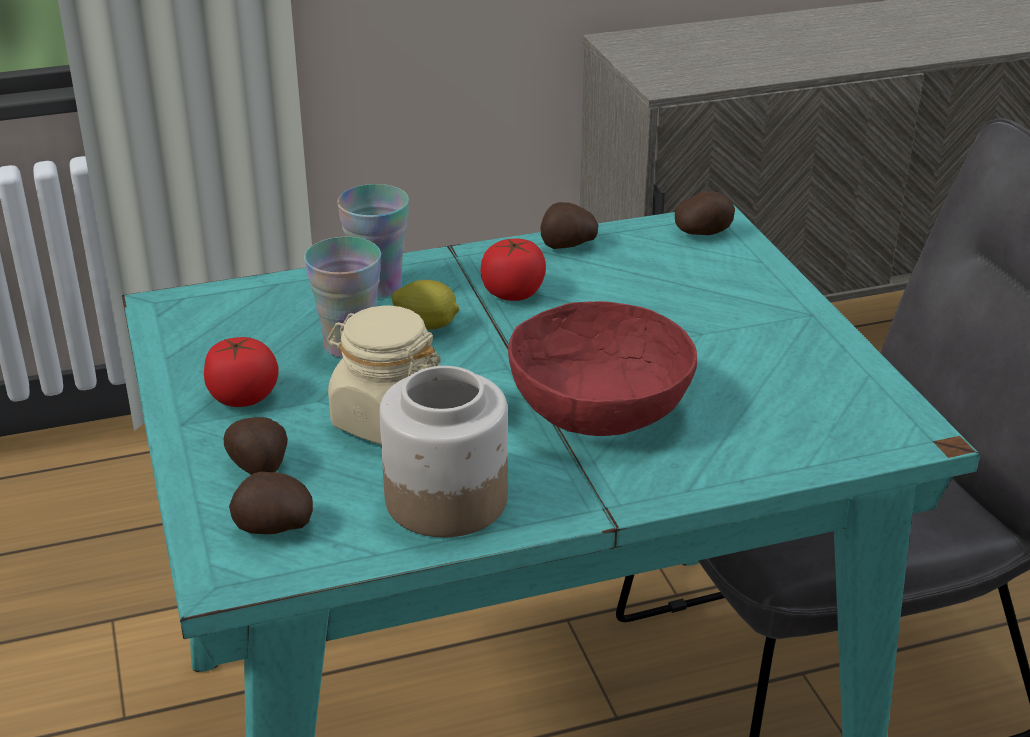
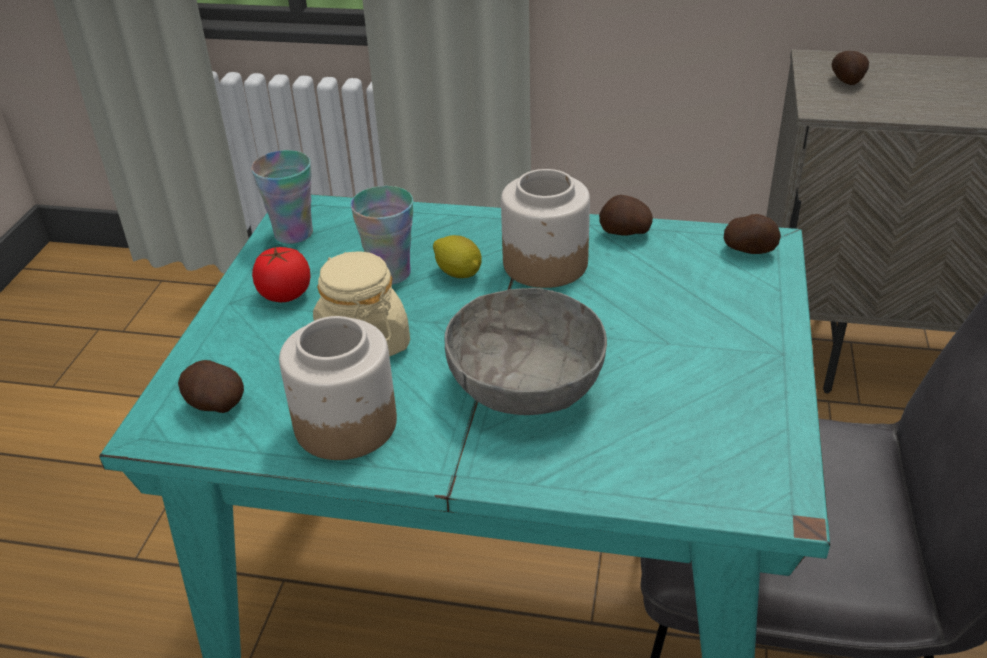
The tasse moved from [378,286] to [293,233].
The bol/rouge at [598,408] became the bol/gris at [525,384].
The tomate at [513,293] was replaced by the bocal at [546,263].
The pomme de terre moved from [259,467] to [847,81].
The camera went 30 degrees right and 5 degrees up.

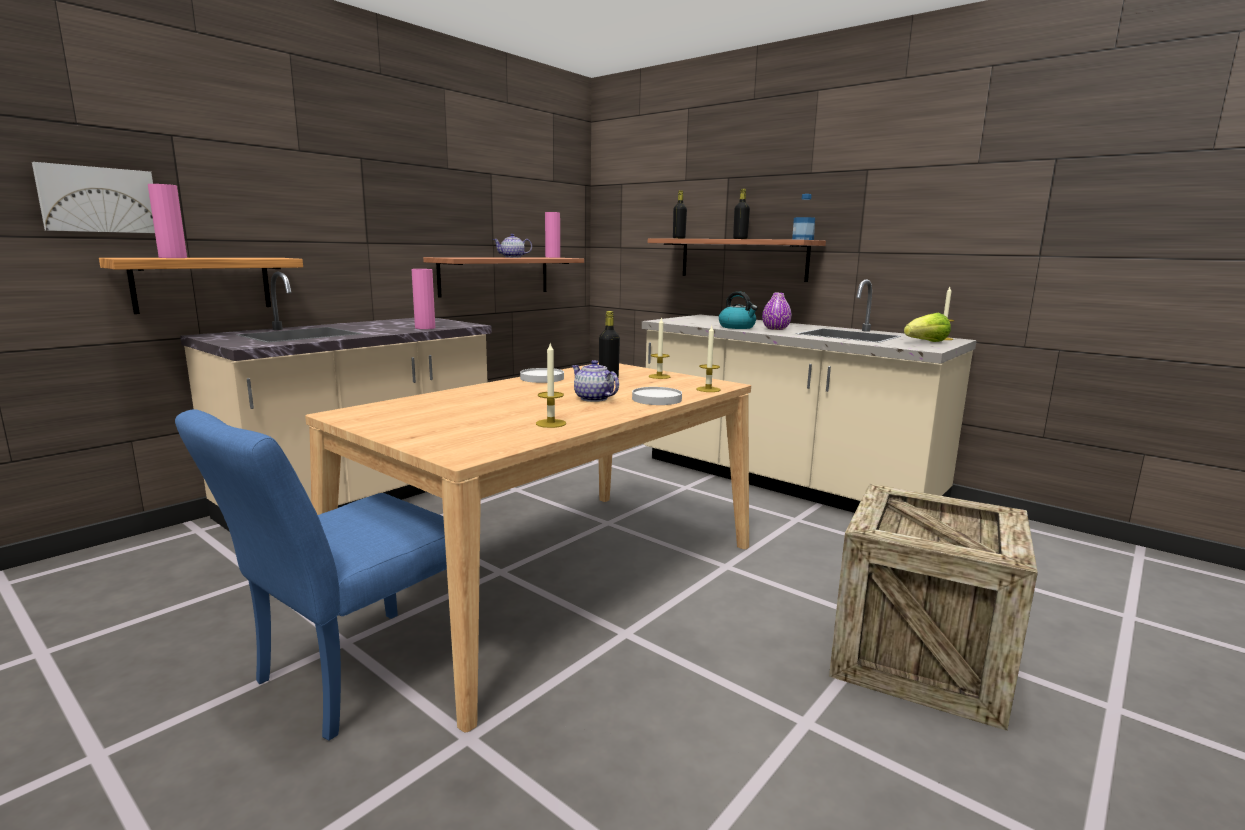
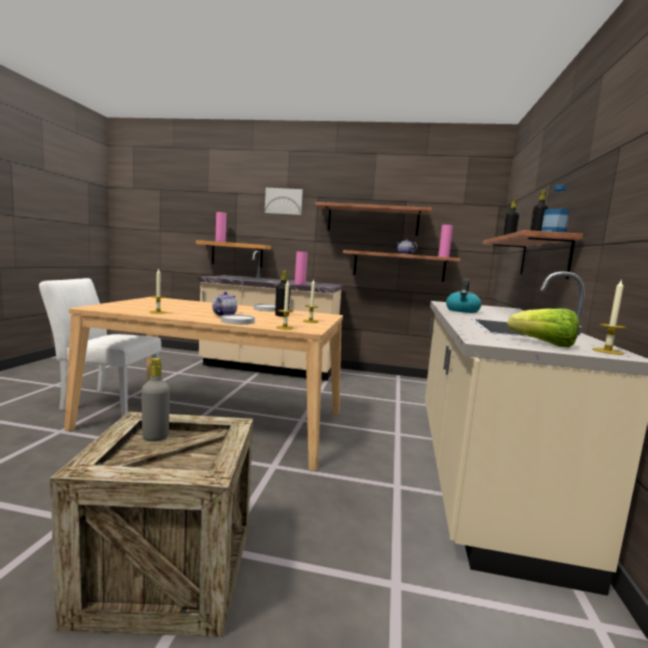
The chaise/bleu at [350,676] became the chaise/blanc at [105,402].
The bouteille/gris at [155,437] appeared.
The tableau moved from [98,200] to [283,201].
The étagère at [373,220] appeared.
The vase/violet at [775,329] disappeared.
The camera went 60 degrees right and 5 degrees down.

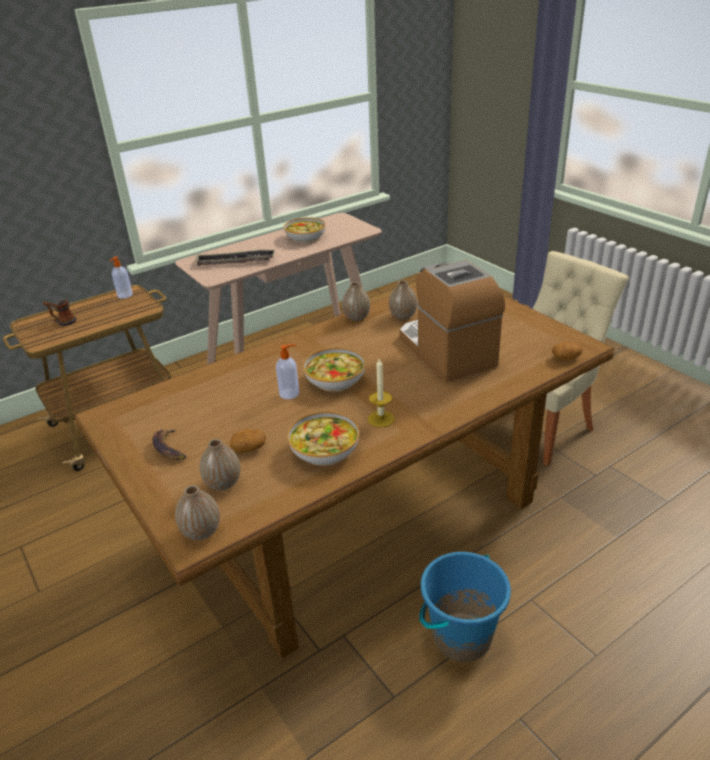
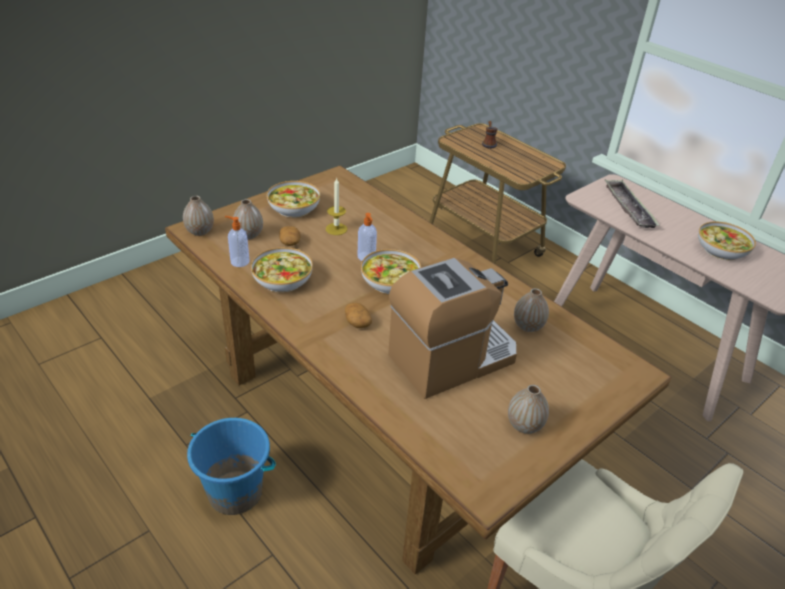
The distributeur de savon moved from [124,295] to [239,261].
The banane at [169,448] was replaced by the bol at [294,208].
The bougie moved from [381,419] to [336,229].
The pomme de terre moved from [565,358] to [357,322].
The vase moved from [356,317] to [524,425].
The camera went 80 degrees right and 5 degrees up.

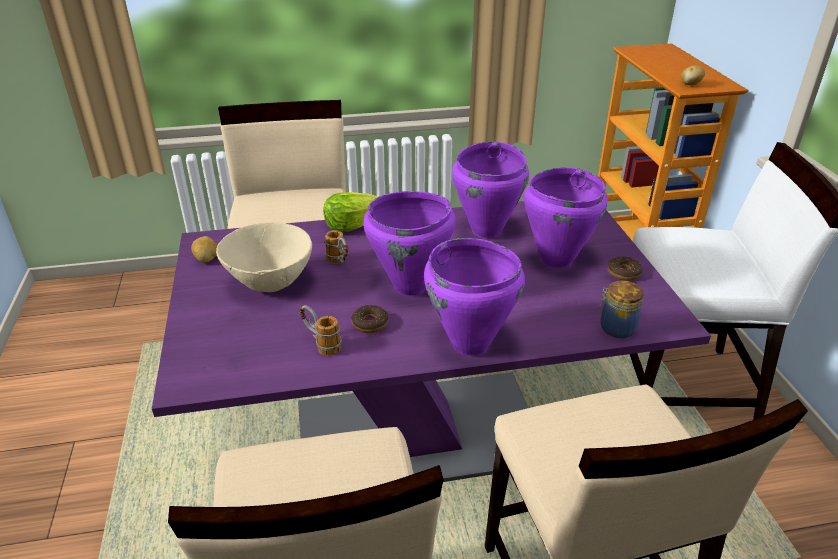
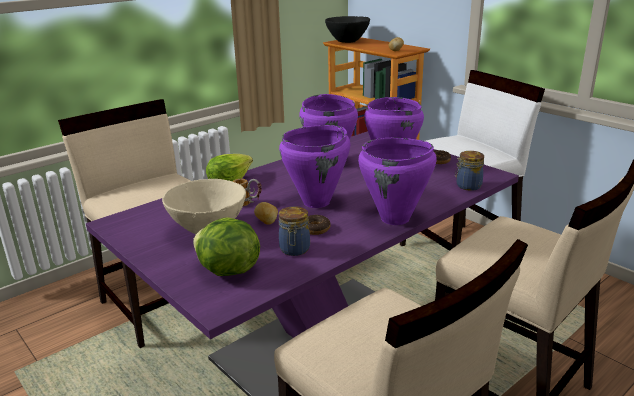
The laitue at [227,271] appeared.
The pomme de terre moved from [207,259] to [267,222].
The mug at [320,343] was replaced by the bocal at [294,250].
The bol/noir at [347,42] appeared.
The camera went 30 degrees left and 10 degrees down.

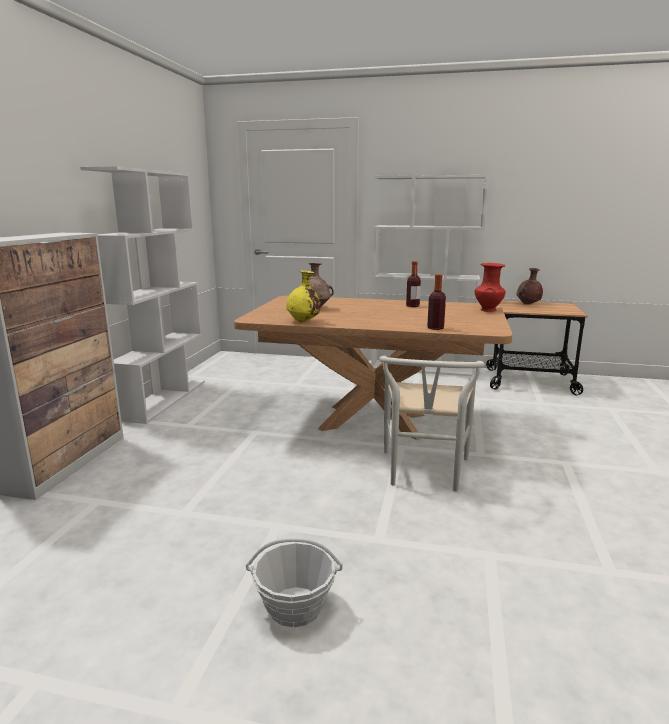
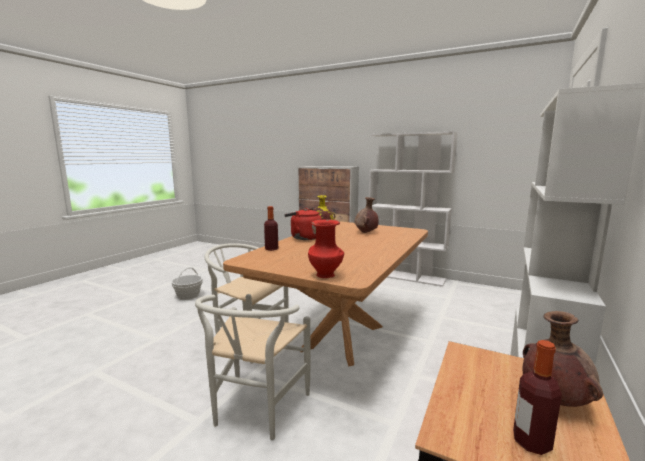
The chaise/blanc at [255,412] appeared.
The bouilloire/rouge at [304,237] appeared.
The bouteille moved from [412,306] to [531,442].
The camera went 105 degrees right and 5 degrees down.

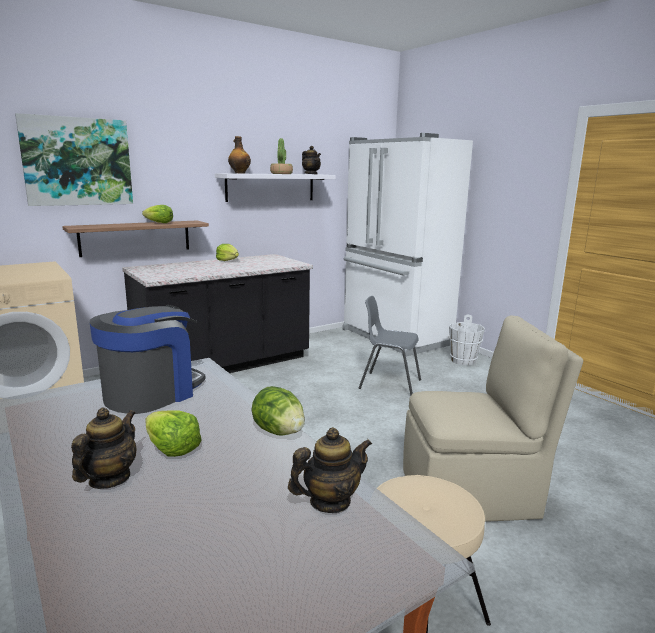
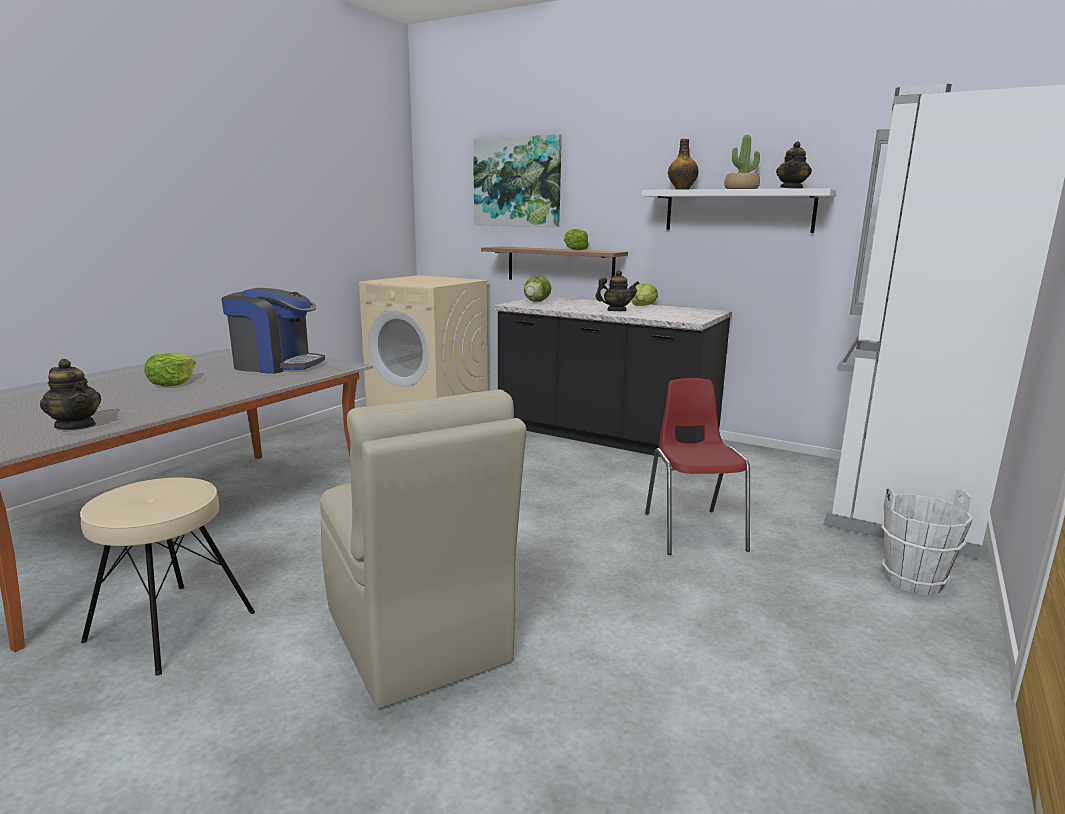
The laitue moved from [279,431] to [536,301].
The théière moved from [109,479] to [616,311].
The chaise/gris at [389,384] became the chaise/rouge at [693,531].
The camera went 65 degrees right and 0 degrees up.

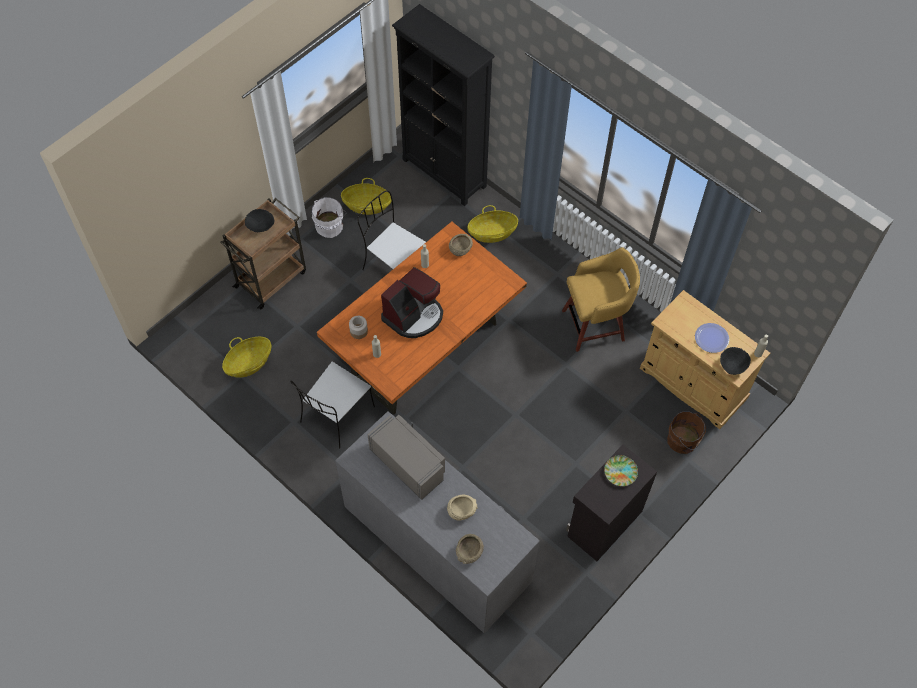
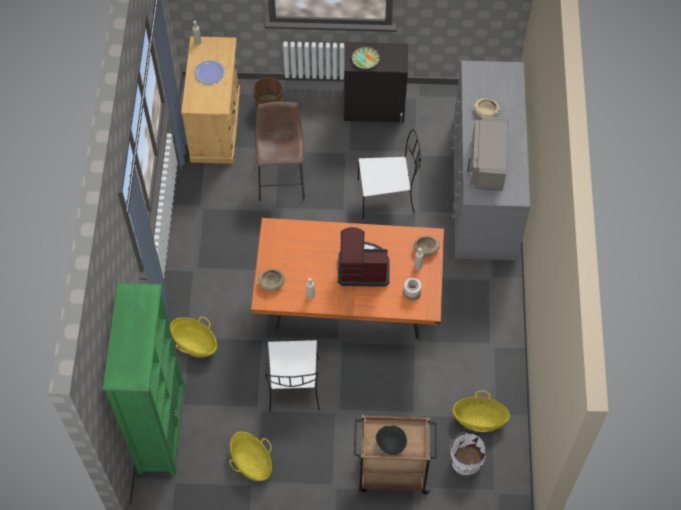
The bibliothèque/noir at [444,173] became the bibliothèque/vert at [162,428].
The tabouret/marron at [281,177] appeared.
The chaise/blanc moved from [336,416] to [387,196].
The bol/beige moved from [469,551] to [425,249].
The seau/blanc moved from [330,225] to [464,460].
The tabouret/jaune at [595,325] disappeared.
The bol/noir at [733,365] disappeared.
The camera went 130 degrees left and 0 degrees up.

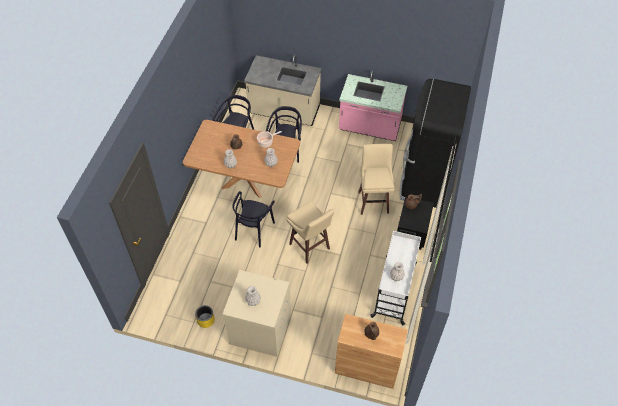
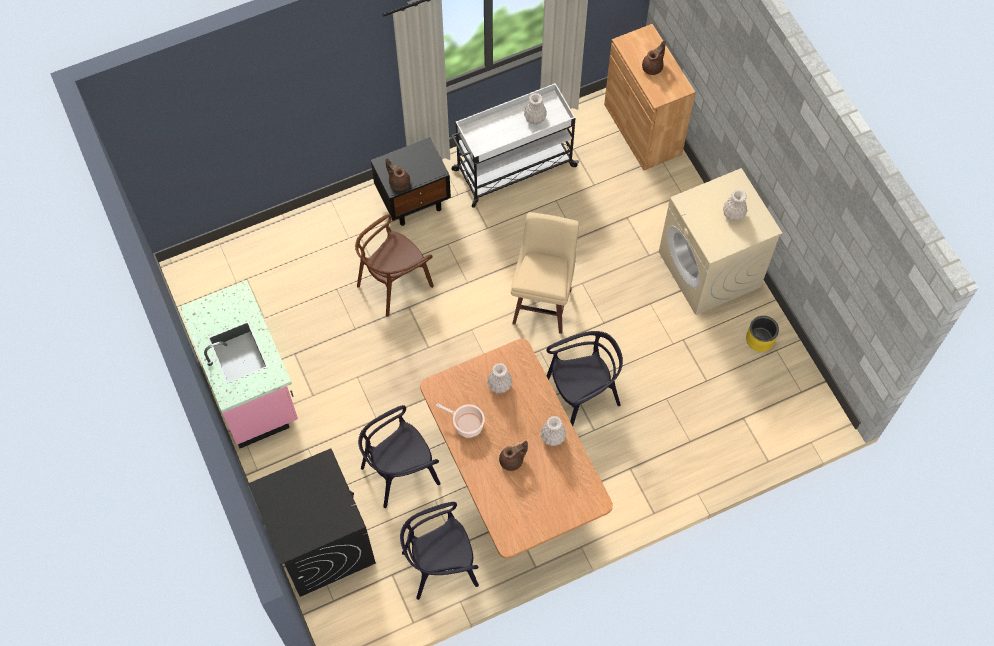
The comptoir de cuisine/beige at [284,112] was replaced by the lave-linge/noir at [321,541].
The tabouret/beige at [373,201] was replaced by the chaise/marron at [394,283].
The réfrigérateur/noir at [424,180] disappeared.
The camera went 130 degrees left and 10 degrees up.

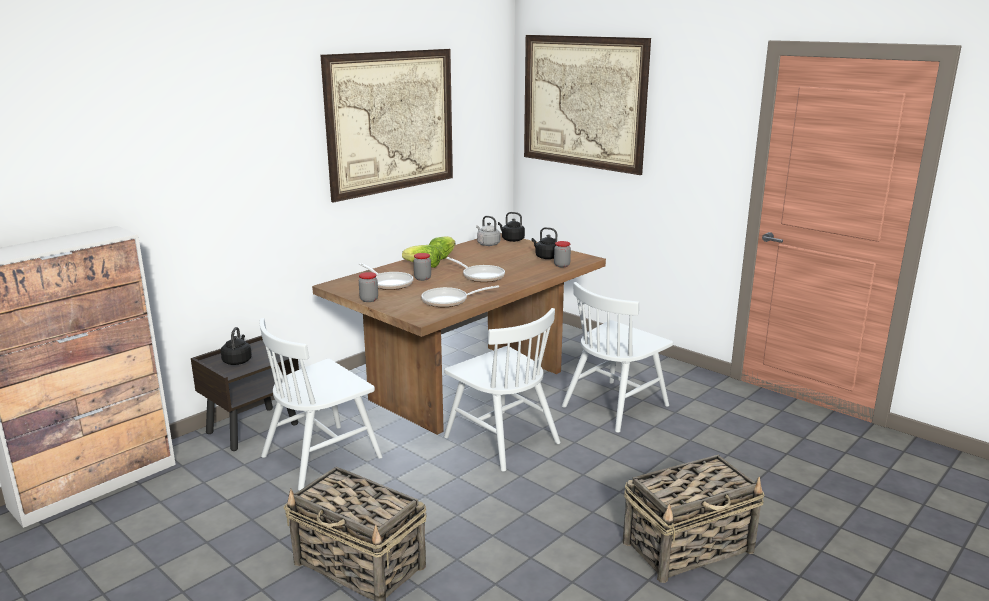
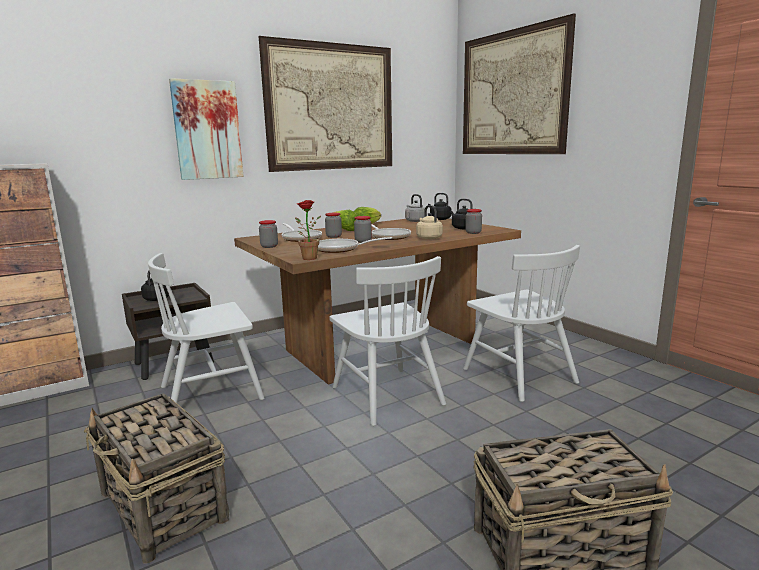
The tableau at [207,130] appeared.
The plante en pot at [307,258] appeared.
The bocal at [363,241] appeared.
The bouilloire/beige at [428,237] appeared.
The chaise/blanc at [615,406] turned 90 degrees counterclockwise.
The camera went 15 degrees right and 5 degrees down.

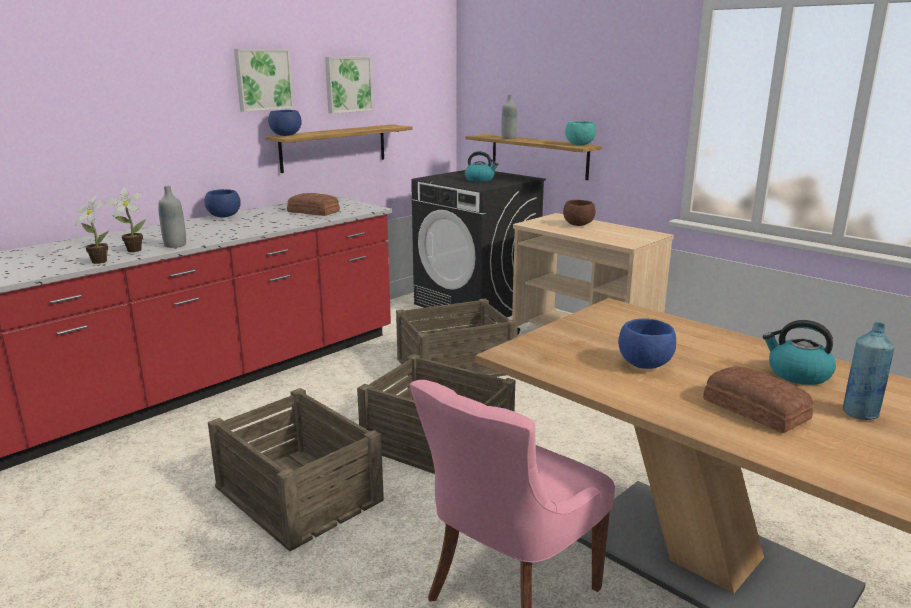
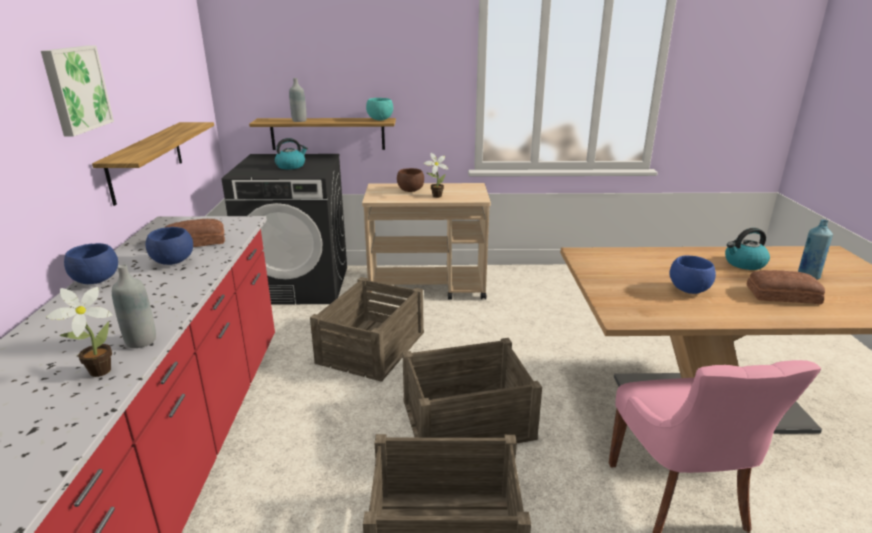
The bol/bleu moved from [285,135] to [172,262].
The plante en pot moved from [98,261] to [435,196].
The tableau at [348,84] disappeared.
The camera went 45 degrees left and 5 degrees up.

